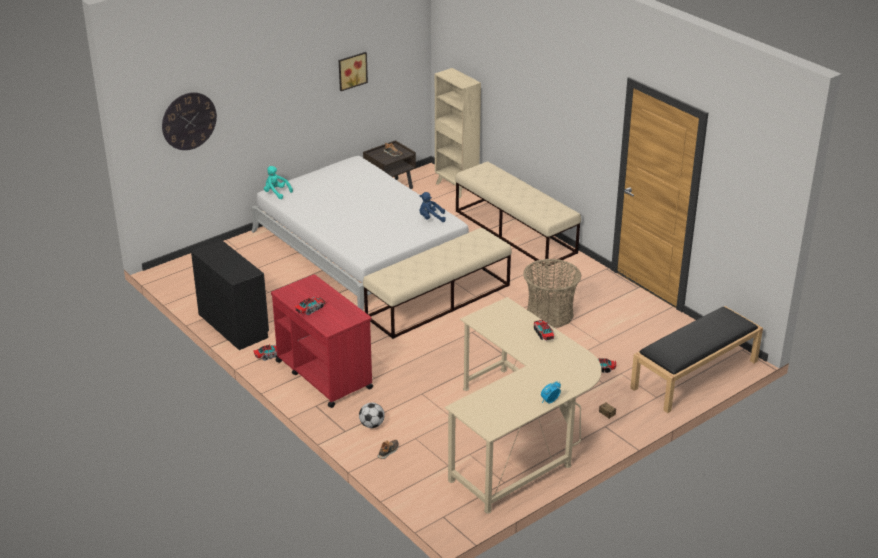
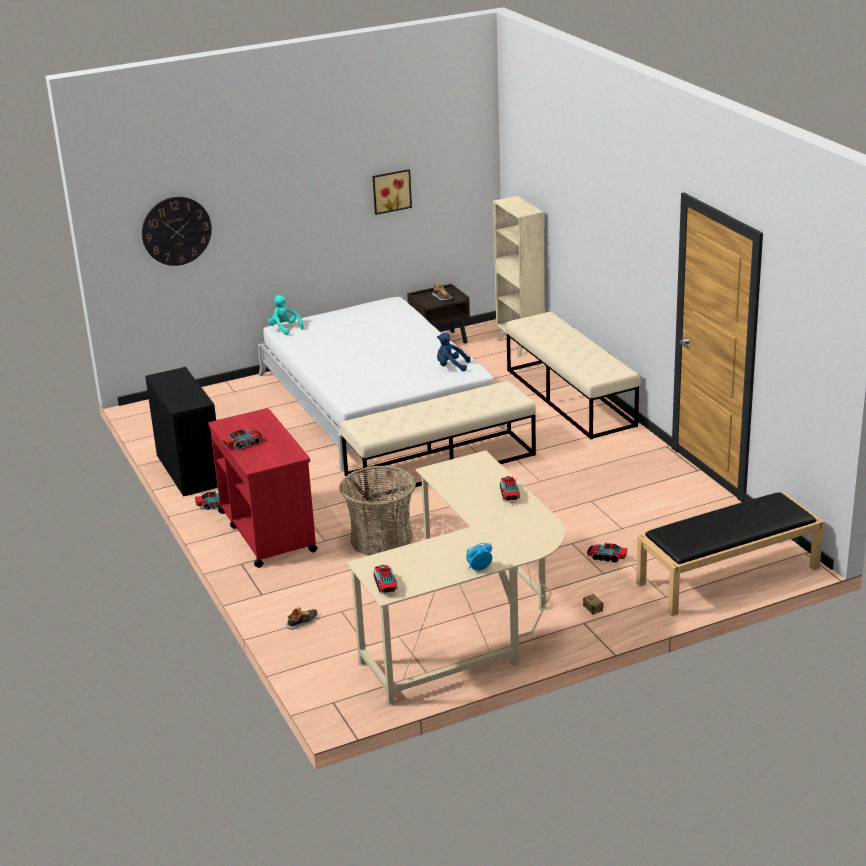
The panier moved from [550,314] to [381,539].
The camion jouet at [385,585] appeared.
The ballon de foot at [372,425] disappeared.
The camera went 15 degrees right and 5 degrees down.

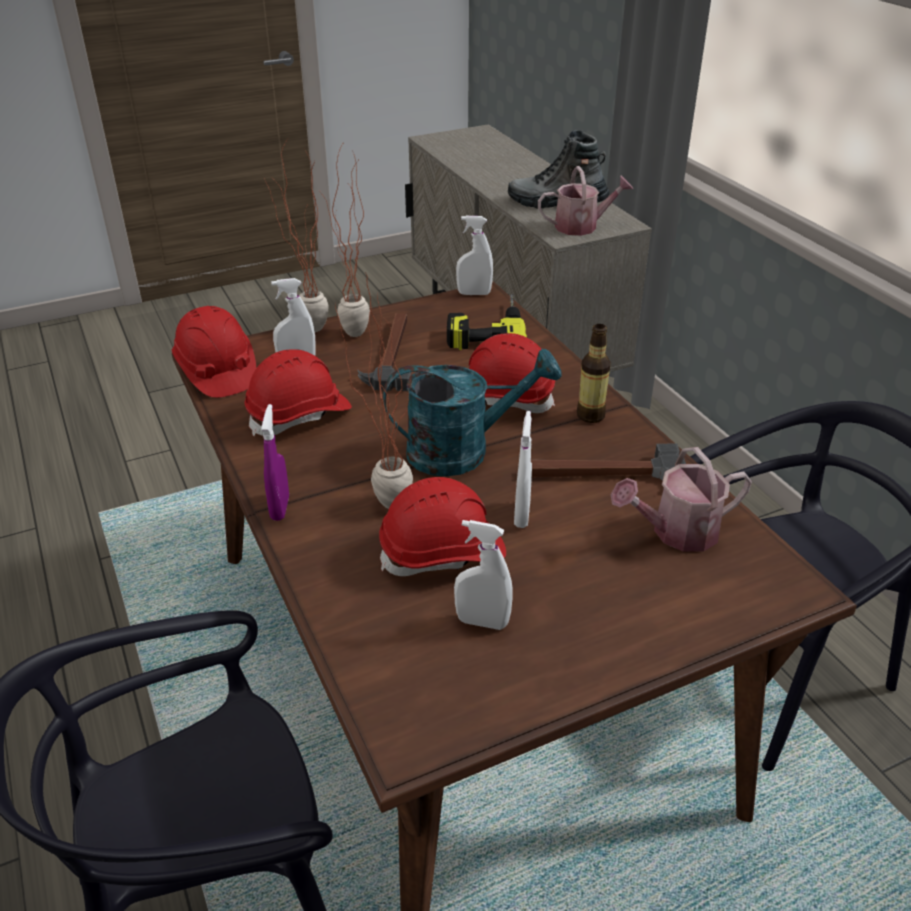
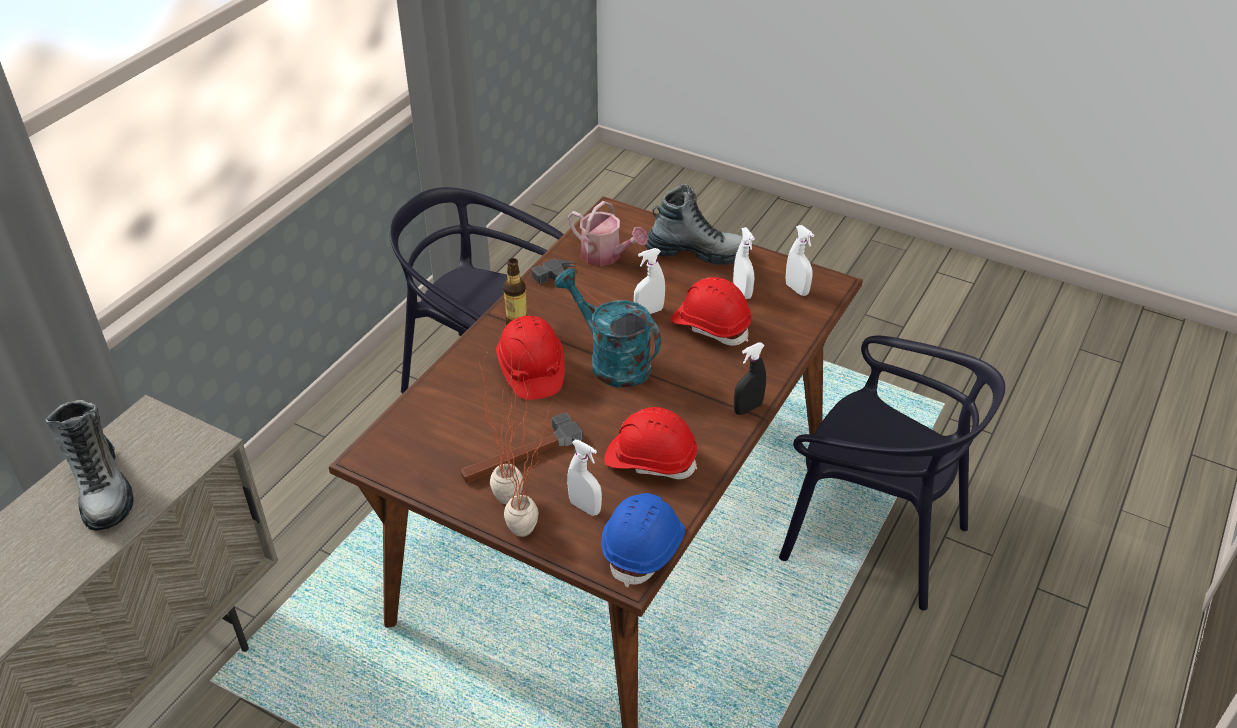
The casque de chantier/rouge at [216,372] became the casque de chantier/bleu at [644,548].
The botte at [696,253] appeared.
The vaporisateur/violet at [280,508] became the vaporisateur/noir at [748,408].
The vaporisateur/blanc moved from [474,293] to [797,289].
The plante en pot at [384,498] disappeared.
The perceuse at [486,328] disappeared.
The arrosoir at [582,226] disappeared.
The camera went 125 degrees left and 5 degrees up.

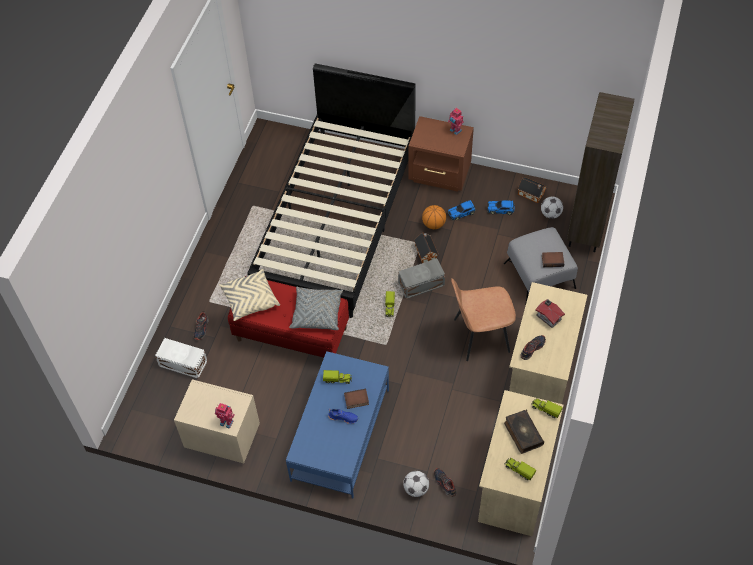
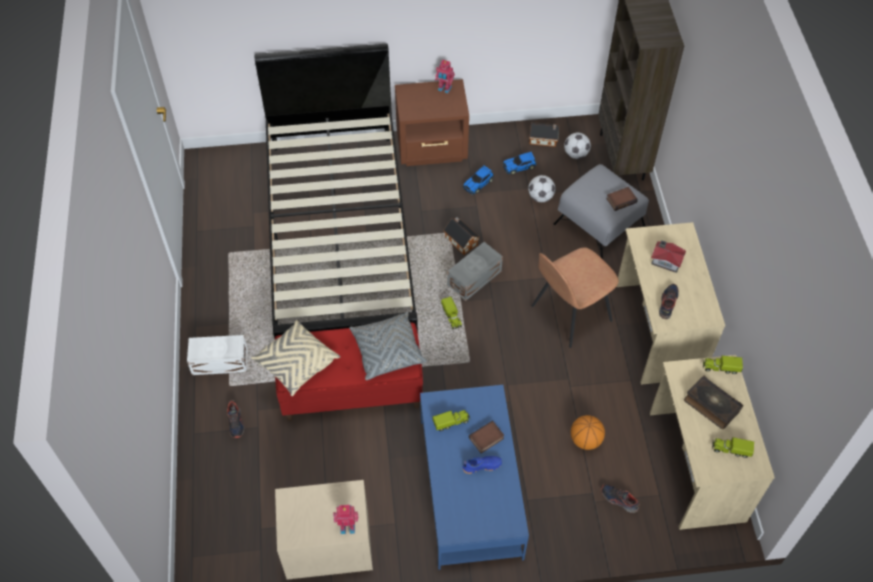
The boîte de rangement/blanc moved from [183,364] to [220,362].
The ballon de foot moved from [416,489] to [540,197].
The ballon de basket moved from [433,224] to [585,440].
The camera went 25 degrees left and 0 degrees up.

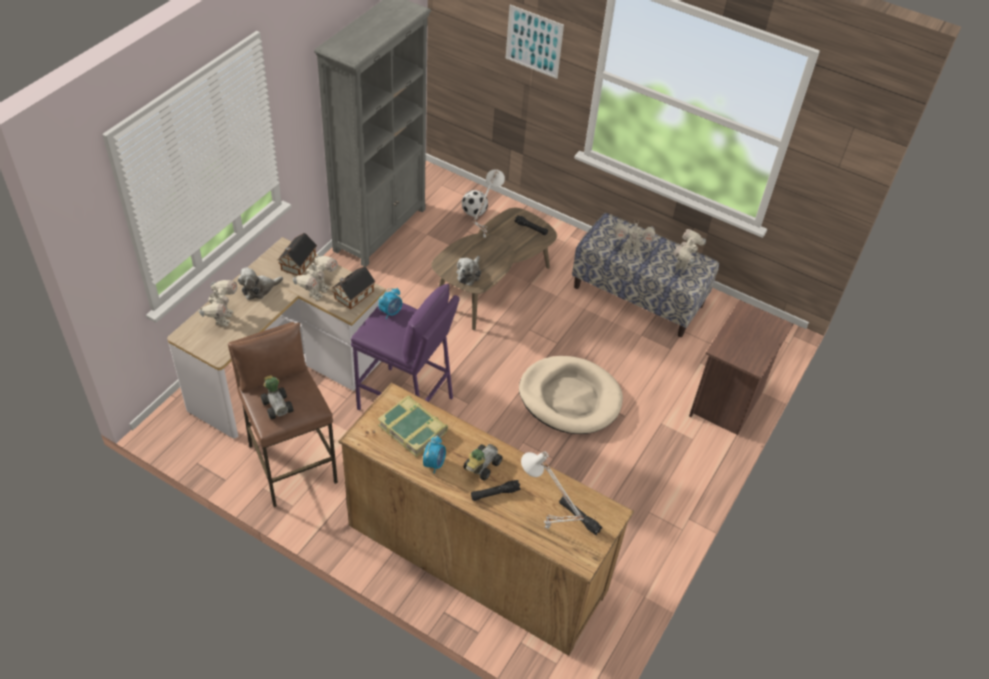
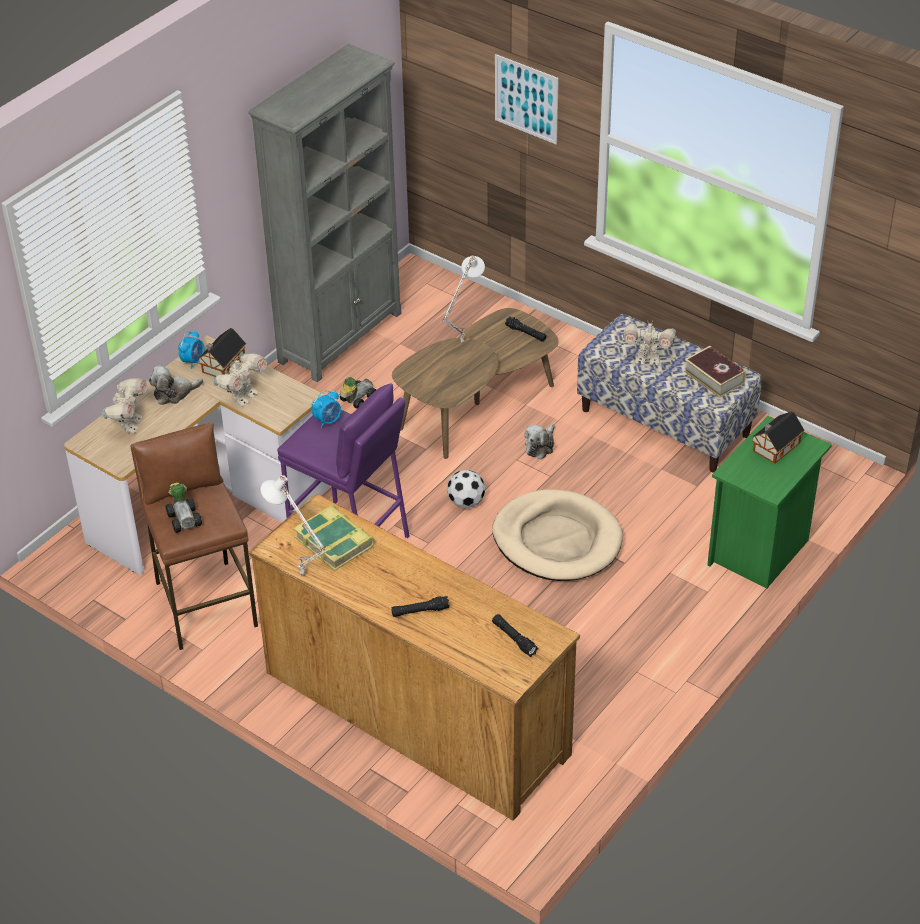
The réveil moved from [434,463] to [193,361].
The lampe de table/blanc moved from [545,530] to [300,577].
The petite voiture moved from [480,467] to [356,399].
The ballon de foot moved from [474,213] to [466,502].
The peluche moved from [469,274] to [540,446].
The robot jouet at [684,264] was replaced by the livre at [714,377].
The table de chevet/marron at [727,403] became the table de chevet/vert at [760,551].
The maison miniature moved from [352,295] to [774,447].
The camera went 10 degrees right and 5 degrees down.

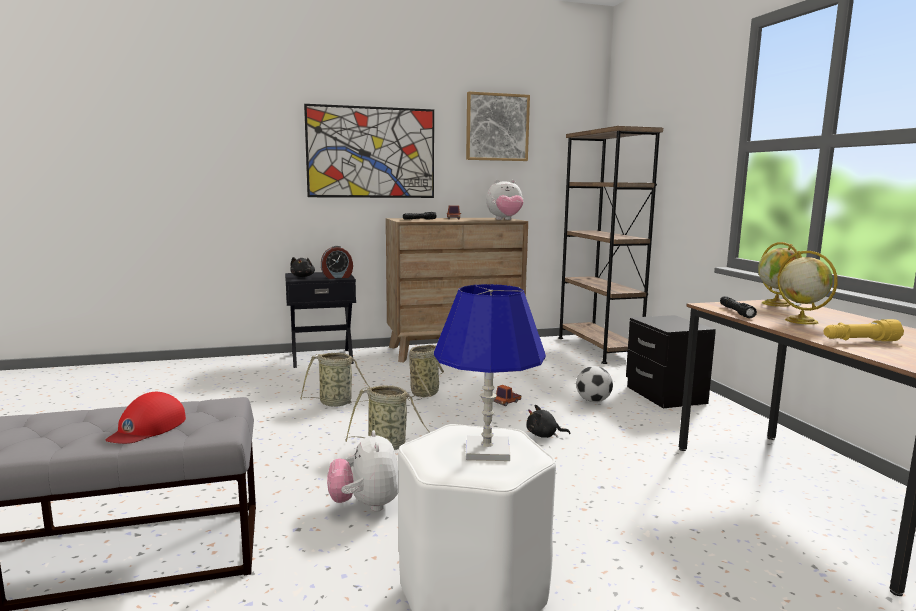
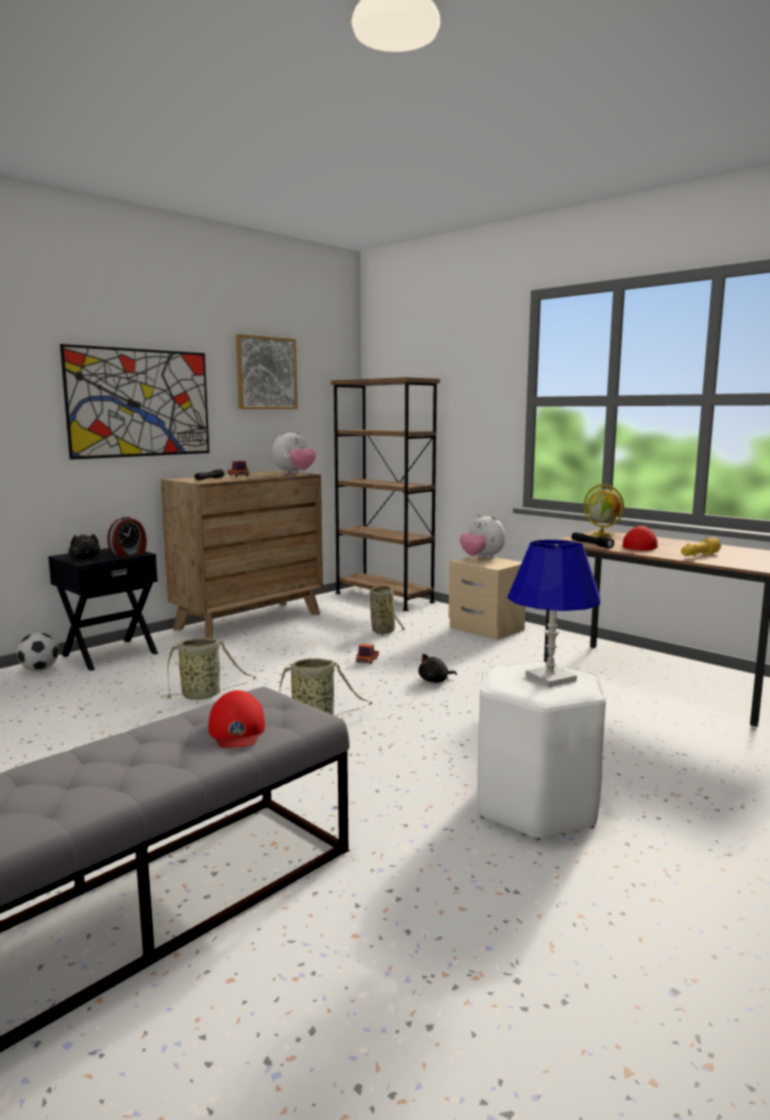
The ballon de foot moved from [593,401] to [39,669].
The panier moved from [425,393] to [382,630].
The table de chevet/noir at [664,395] became the table de chevet/beige at [485,629].
The peluche moved from [365,505] to [481,558].
The globe at [800,321] was replaced by the casquette/rouge at [640,546].
The camera went 30 degrees left and 0 degrees up.

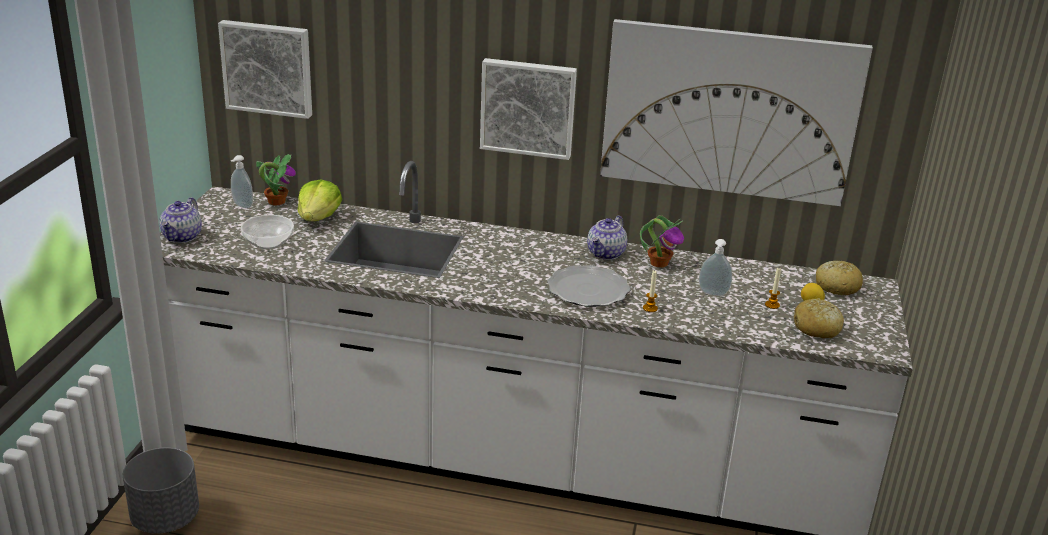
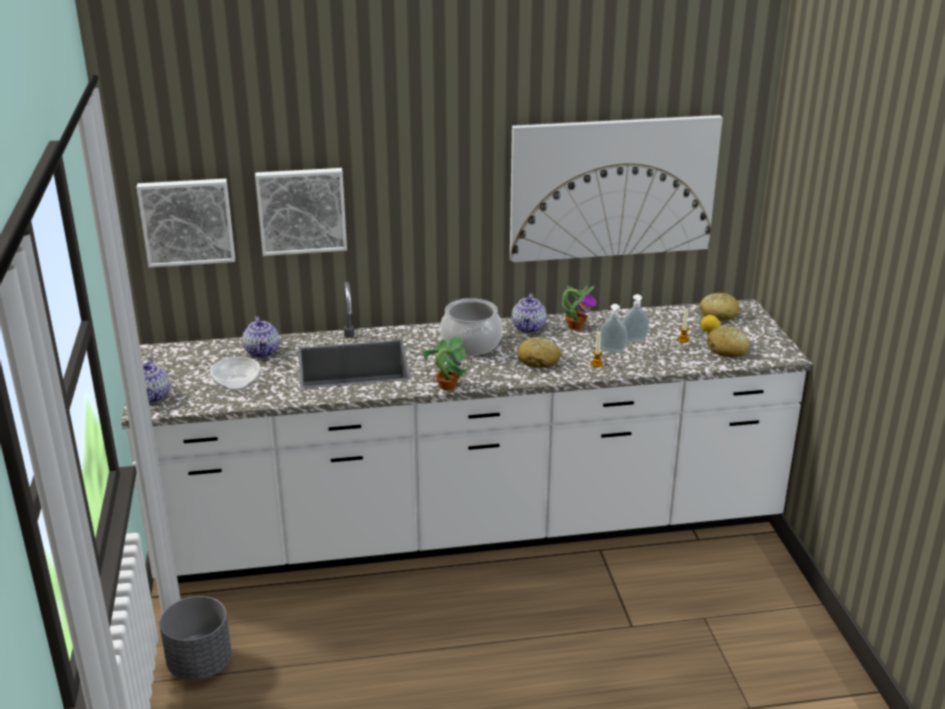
The laitue at [319,218] was replaced by the théière at [263,352].
The tableau moved from [528,107] to [301,210].
The plante en pot moved from [276,201] to [447,386].
The marmite at [470,343] appeared.
The assiette at [588,290] was replaced by the pain at [538,360].
The distributeur de savon moved from [241,206] to [612,351].
The camera went 20 degrees left and 0 degrees up.

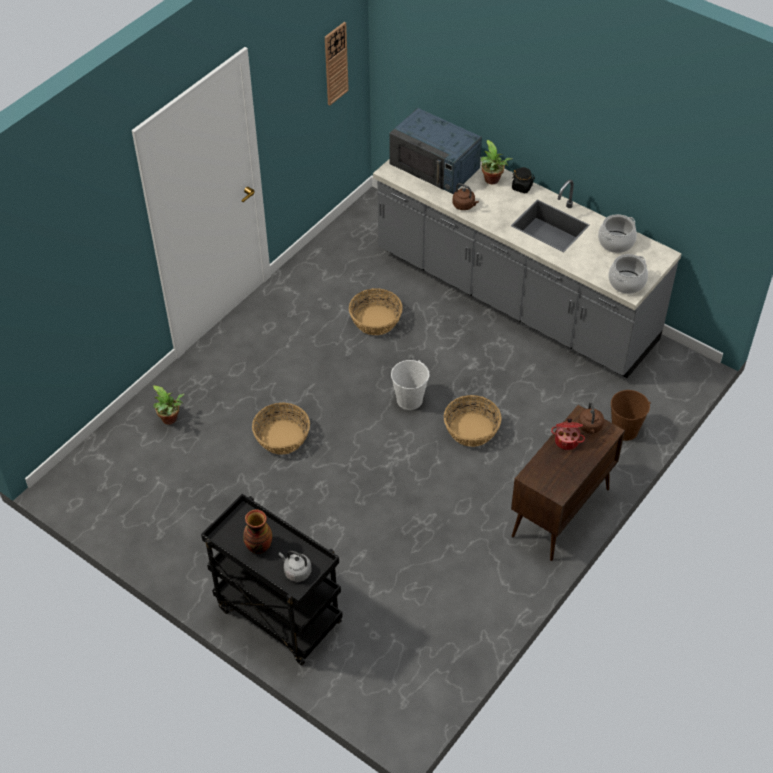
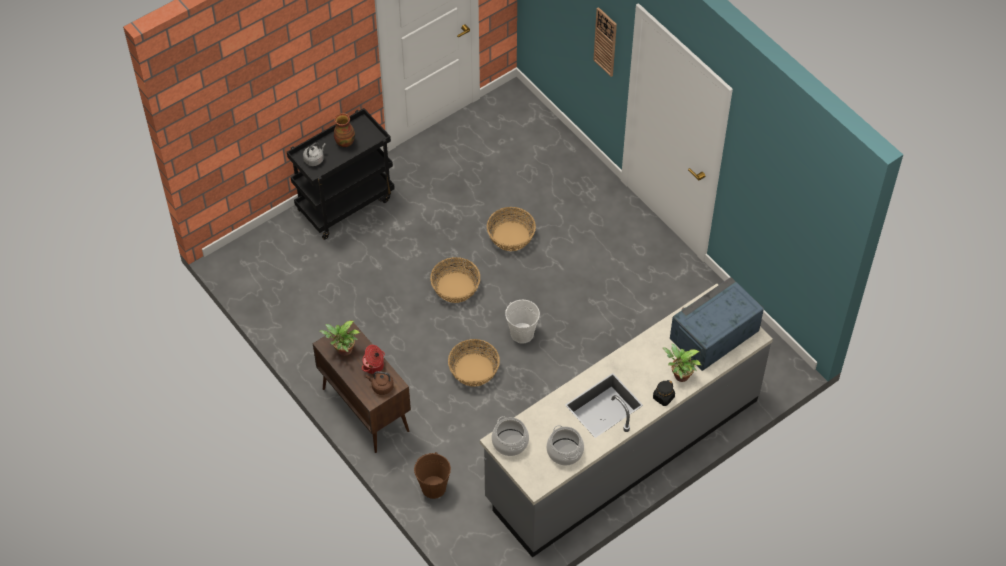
The plante en pot moved from [171,420] to [343,351].
The panier moved from [375,321] to [455,287].
The horloge murale moved from [335,64] to [605,41].
The bouilloire/marron at [464,205] disappeared.
The camera went 105 degrees right and 5 degrees up.

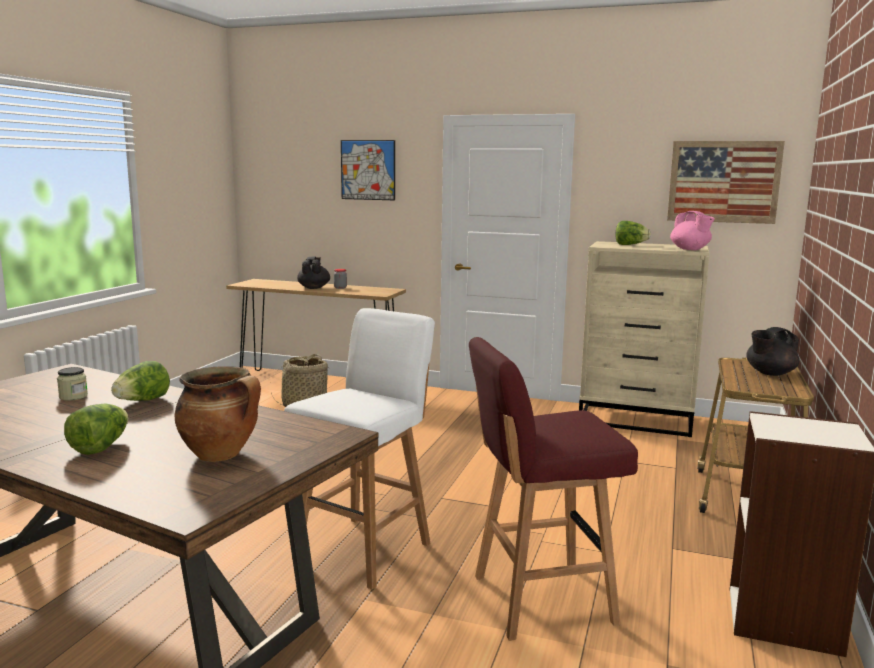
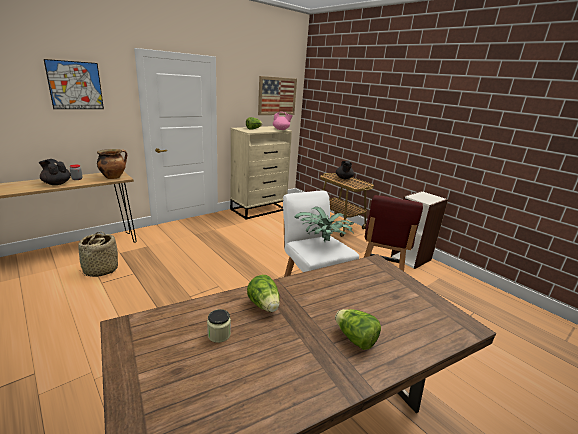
The marmite moved from [221,455] to [114,177].
The plante en pot at [324,242] appeared.
The camera went 60 degrees left and 10 degrees up.

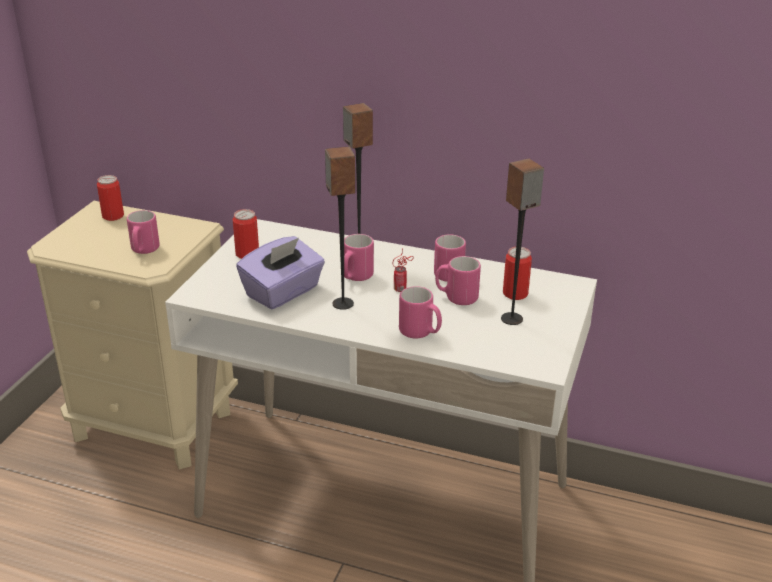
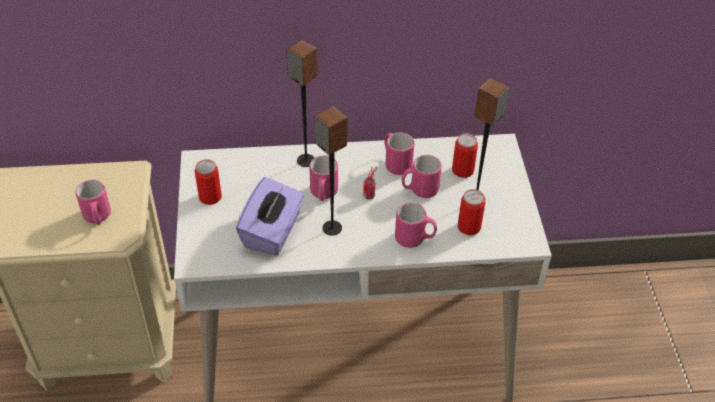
The boîte métallique moved from [113,216] to [469,227].
The camera went 25 degrees left and 15 degrees up.

